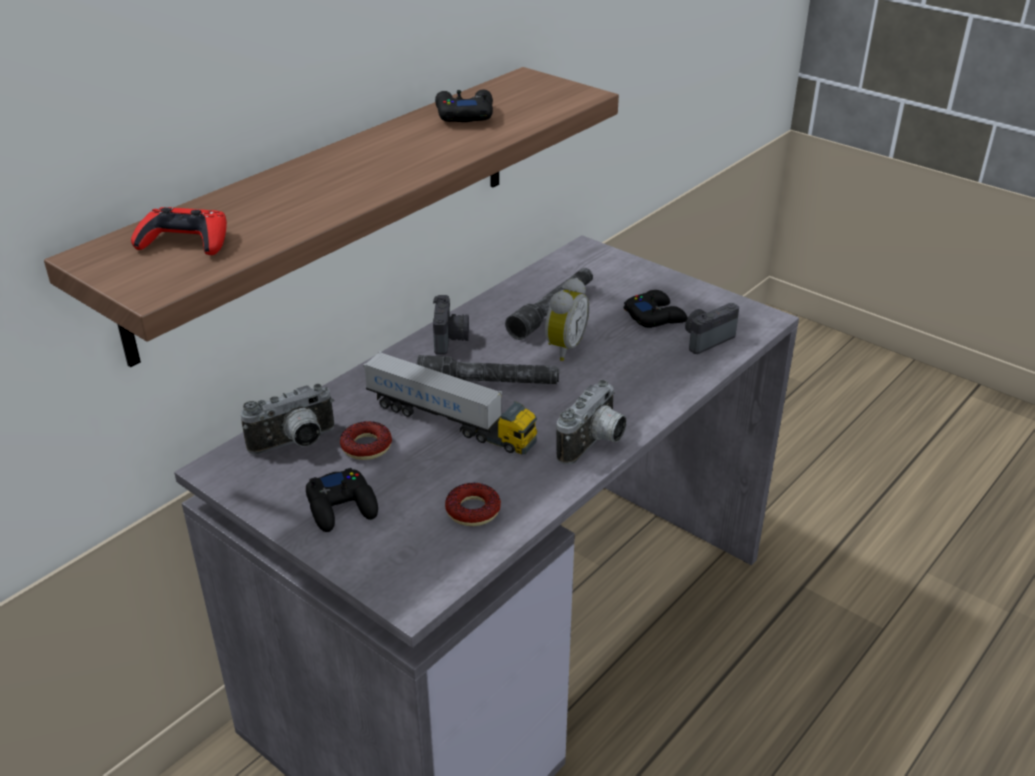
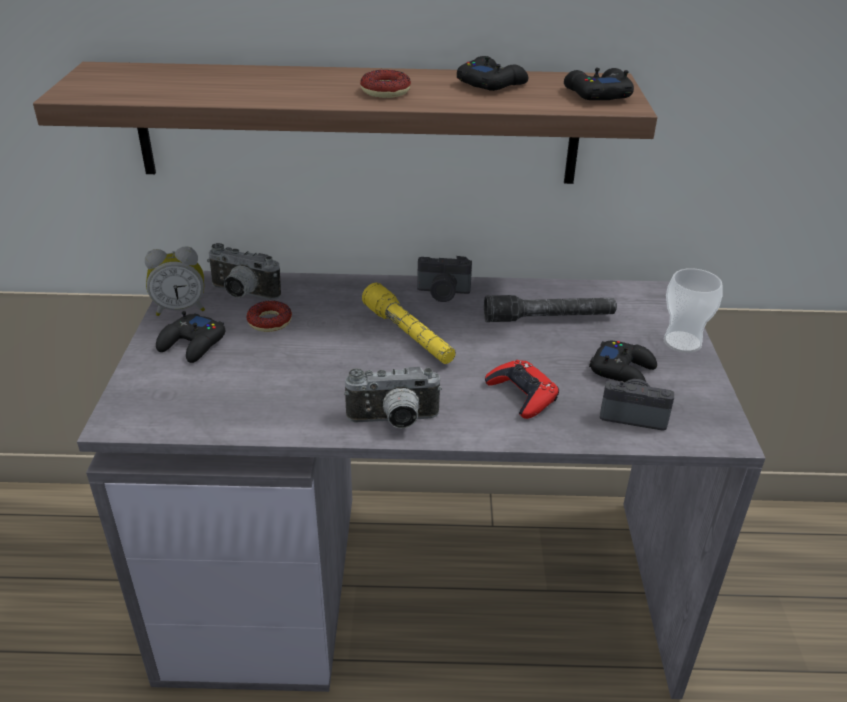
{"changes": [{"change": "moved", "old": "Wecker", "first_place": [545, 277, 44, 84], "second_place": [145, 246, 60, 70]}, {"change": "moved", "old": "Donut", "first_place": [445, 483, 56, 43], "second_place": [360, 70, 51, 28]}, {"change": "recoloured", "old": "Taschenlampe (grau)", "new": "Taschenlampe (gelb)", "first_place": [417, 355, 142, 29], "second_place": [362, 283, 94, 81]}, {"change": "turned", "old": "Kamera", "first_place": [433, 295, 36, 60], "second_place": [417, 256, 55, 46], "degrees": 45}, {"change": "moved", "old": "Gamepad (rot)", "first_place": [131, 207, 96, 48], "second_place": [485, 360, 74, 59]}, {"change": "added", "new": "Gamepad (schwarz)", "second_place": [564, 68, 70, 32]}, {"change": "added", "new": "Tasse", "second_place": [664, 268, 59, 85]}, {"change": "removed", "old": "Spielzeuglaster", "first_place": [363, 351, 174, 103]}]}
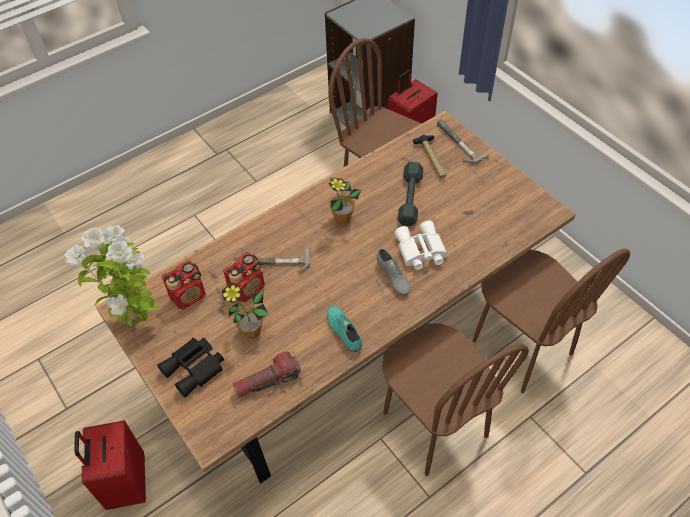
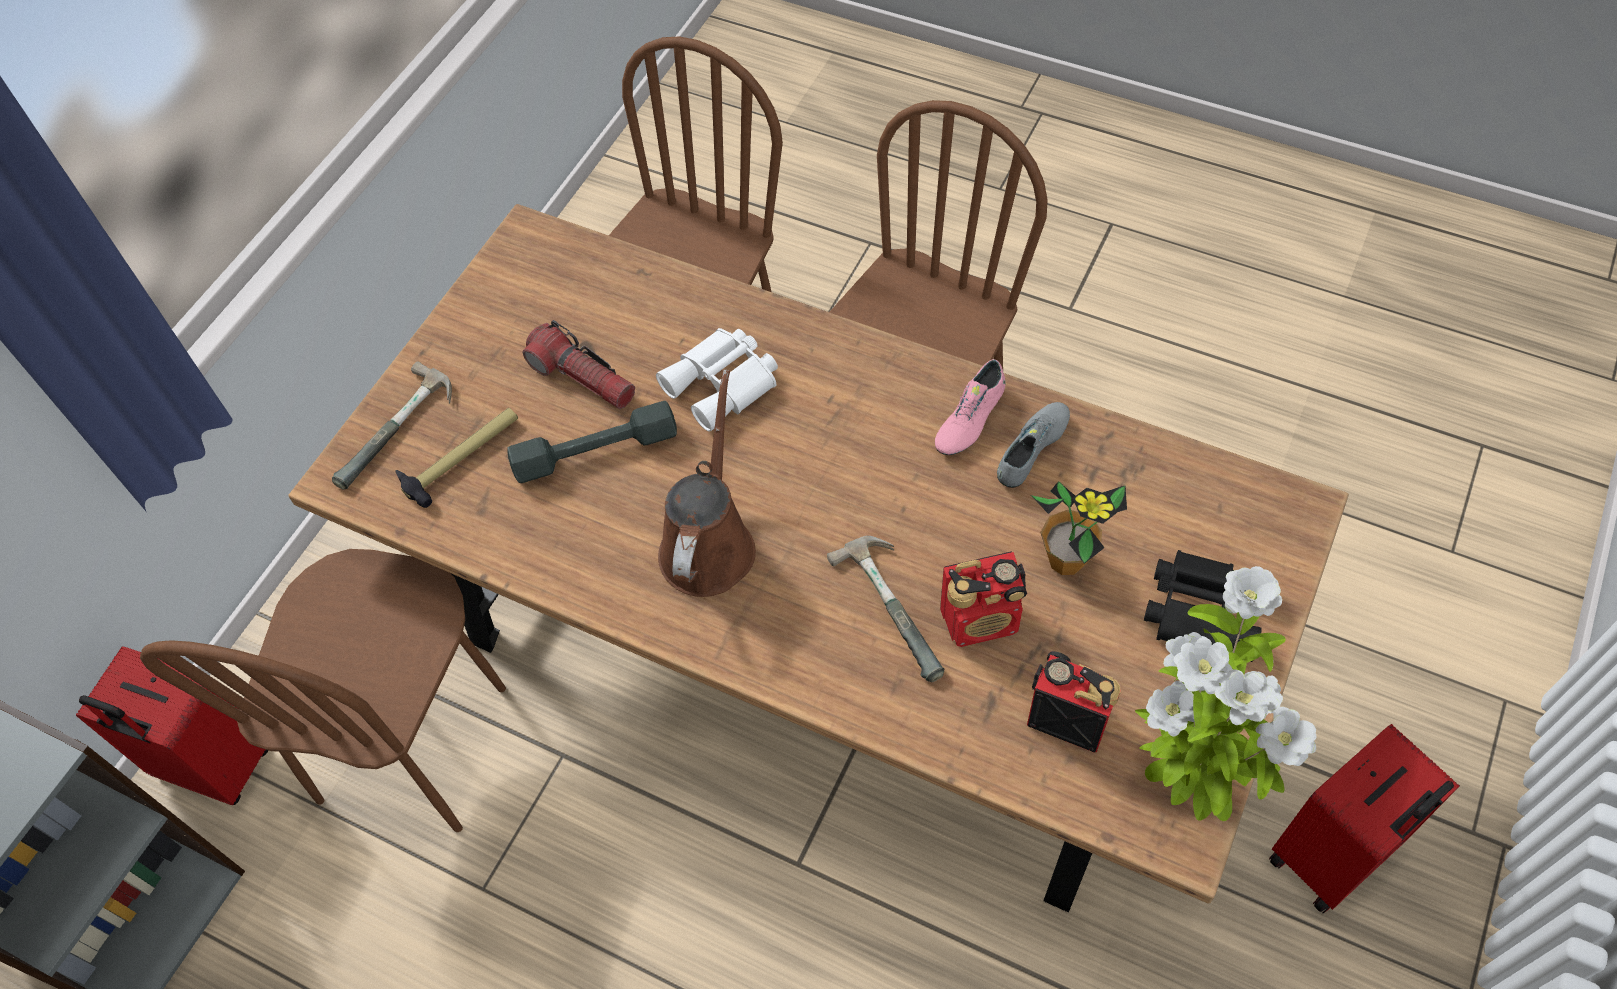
{"changes": [{"change": "moved", "old": "Taschenlampe", "first_place": [232, 352, 69, 46], "second_place": [523, 320, 112, 89]}, {"change": "replaced", "old": "Topfpflanze", "new": "Gießkanne (braun)", "first_place": [329, 176, 32, 48], "second_place": [658, 370, 98, 227]}, {"change": "recoloured", "old": "Schuh (türkis)", "new": "Schuh (rosa)", "first_place": [327, 306, 35, 46], "second_place": [935, 359, 71, 96]}, {"change": "turned", "old": "Radio", "first_place": [223, 252, 42, 50], "second_place": [940, 551, 87, 96], "degrees": 150}, {"change": "moved", "old": "Schuh (grau)", "first_place": [377, 249, 33, 46], "second_place": [997, 402, 73, 86]}]}
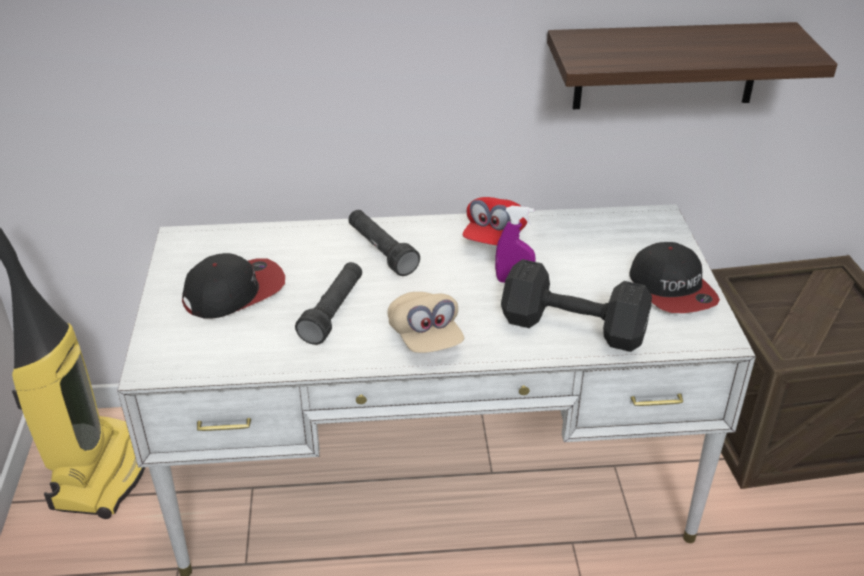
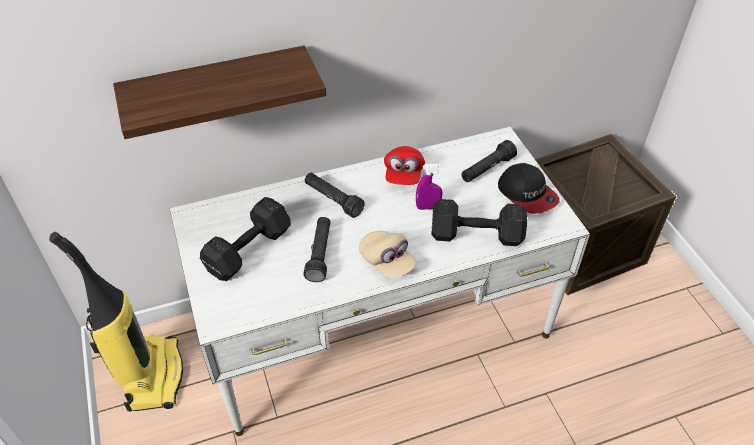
{"changes": [{"change": "moved", "old": "Wandregal", "first_place": [547, 22, 290, 87], "second_place": [113, 46, 213, 93]}, {"change": "replaced", "old": "Kappe", "new": "Hantel (schwarz)", "first_place": [182, 253, 103, 66], "second_place": [200, 197, 91, 84]}, {"change": "added", "new": "Taschenlampe (schwarz)", "second_place": [461, 140, 56, 42]}]}
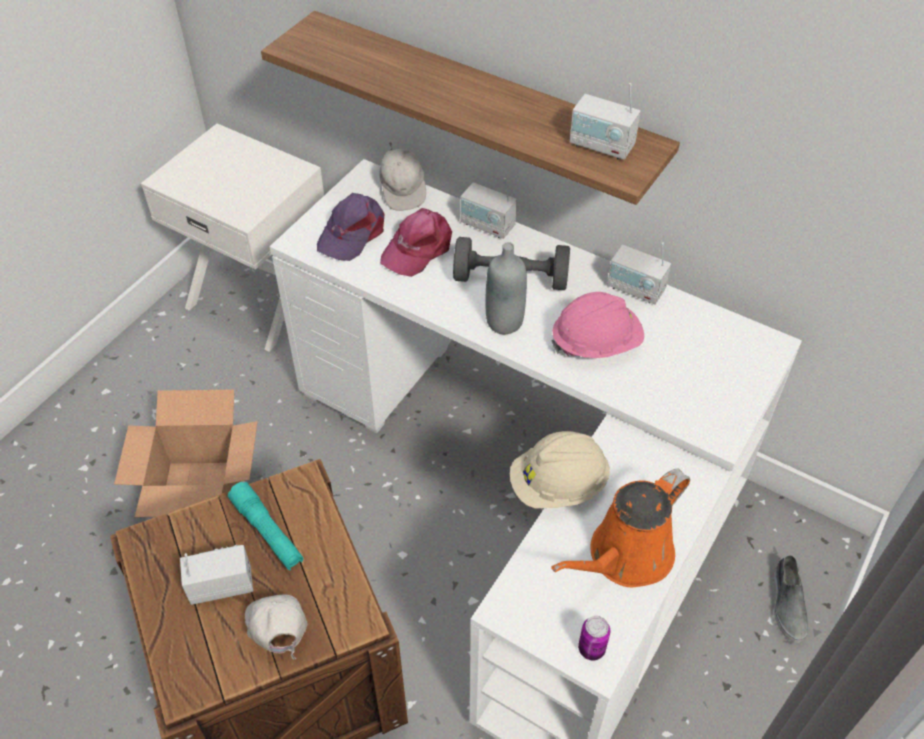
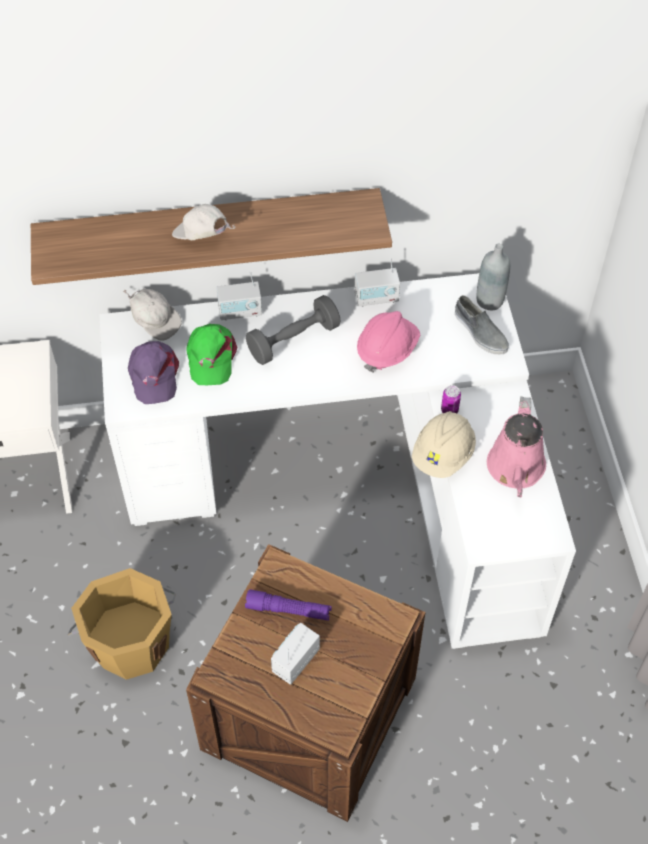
{"changes": [{"change": "replaced", "old": "Karton", "new": "Eimer (orange)", "first_place": [114, 390, 144, 127], "second_place": [68, 568, 108, 112]}, {"change": "moved", "old": "Kappe (weiß)", "first_place": [245, 595, 62, 65], "second_place": [172, 204, 64, 36]}, {"change": "recoloured", "old": "Kappe (rosa)", "new": "Kappe (grün)", "first_place": [380, 208, 72, 69], "second_place": [186, 324, 52, 61]}, {"change": "recoloured", "old": "Taschenlampe (türkis)", "new": "Taschenlampe (lila)", "first_place": [228, 482, 76, 88], "second_place": [245, 589, 87, 32]}, {"change": "moved", "old": "Dose", "first_place": [578, 616, 32, 44], "second_place": [441, 385, 20, 28]}, {"change": "moved", "old": "Schuh (grau)", "first_place": [774, 555, 34, 88], "second_place": [455, 295, 54, 59]}, {"change": "moved", "old": "Flasche (grau)", "first_place": [486, 242, 41, 92], "second_place": [476, 244, 34, 66]}, {"change": "recoloured", "old": "Gießkanne (orange)", "new": "Gießkanne (rosa)", "first_place": [551, 469, 139, 119], "second_place": [487, 397, 59, 100]}, {"change": "removed", "old": "Radio", "first_place": [570, 83, 71, 76]}]}
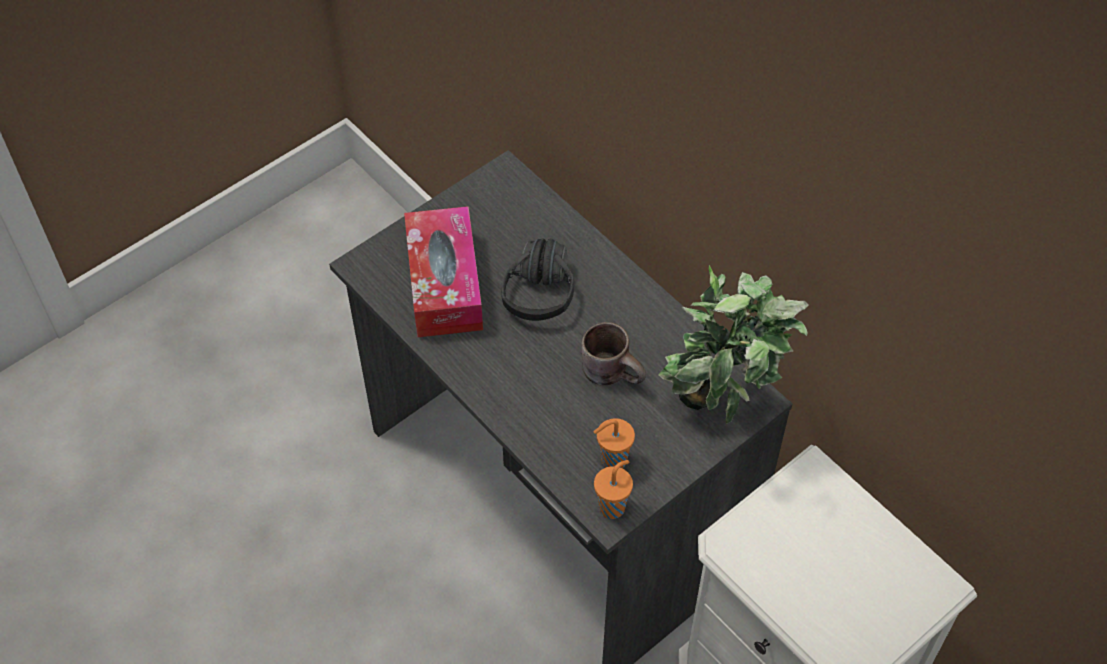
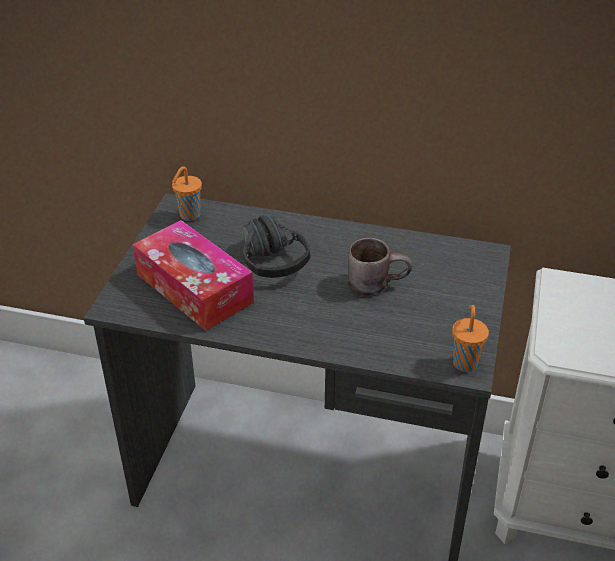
{"changes": [{"change": "moved", "old": "Tasse (orange)", "first_place": [594, 418, 41, 50], "second_place": [172, 166, 30, 55]}, {"change": "removed", "old": "Topfpflanze", "first_place": [658, 265, 150, 159]}]}
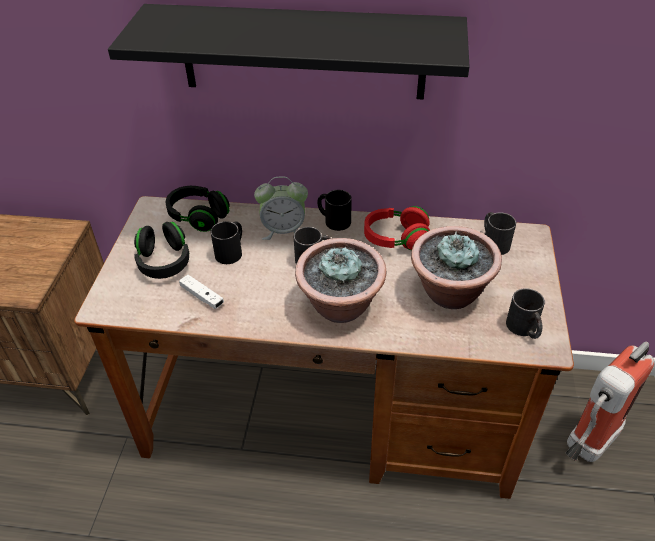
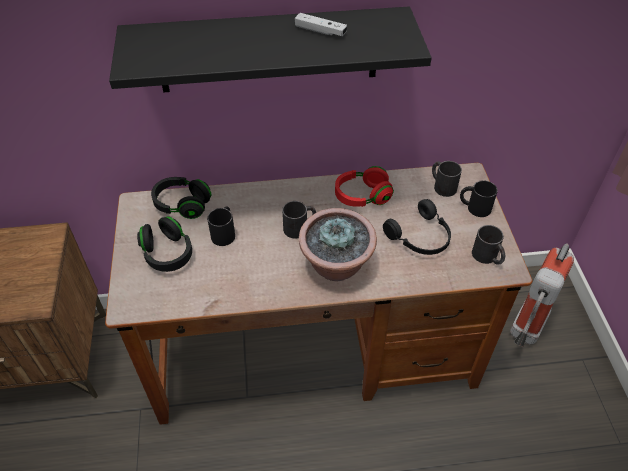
{"changes": [{"change": "moved", "old": "Gamepad (weiß)", "first_place": [179, 275, 45, 34], "second_place": [295, 13, 52, 23]}, {"change": "replaced", "old": "Topfpflanze", "new": "Kopfhörer (schwarz)", "first_place": [411, 226, 91, 83], "second_place": [383, 199, 68, 56]}, {"change": "moved", "old": "Henkelbecher (schwarz)", "first_place": [317, 190, 35, 41], "second_place": [460, 180, 38, 37]}, {"change": "removed", "old": "Wecker", "first_place": [254, 176, 54, 64]}]}
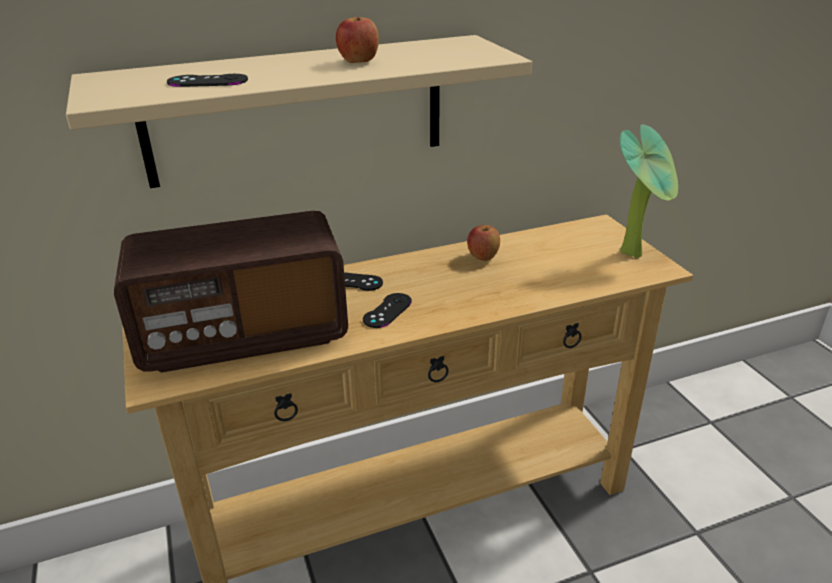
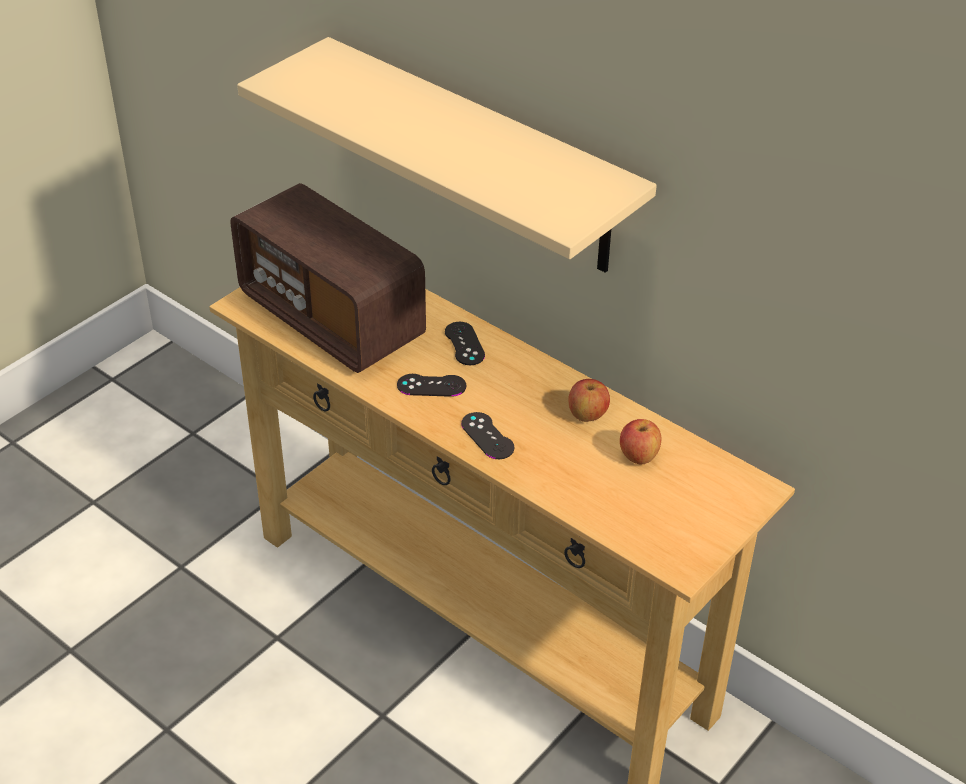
{"changes": [{"change": "moved", "old": "Gamepad (schwarz)", "first_place": [167, 74, 81, 13], "second_place": [461, 412, 54, 47]}, {"change": "moved", "old": "Apfel", "first_place": [336, 17, 43, 46], "second_place": [620, 419, 42, 45]}, {"change": "removed", "old": "Topfpflanze", "first_place": [620, 124, 58, 134]}]}
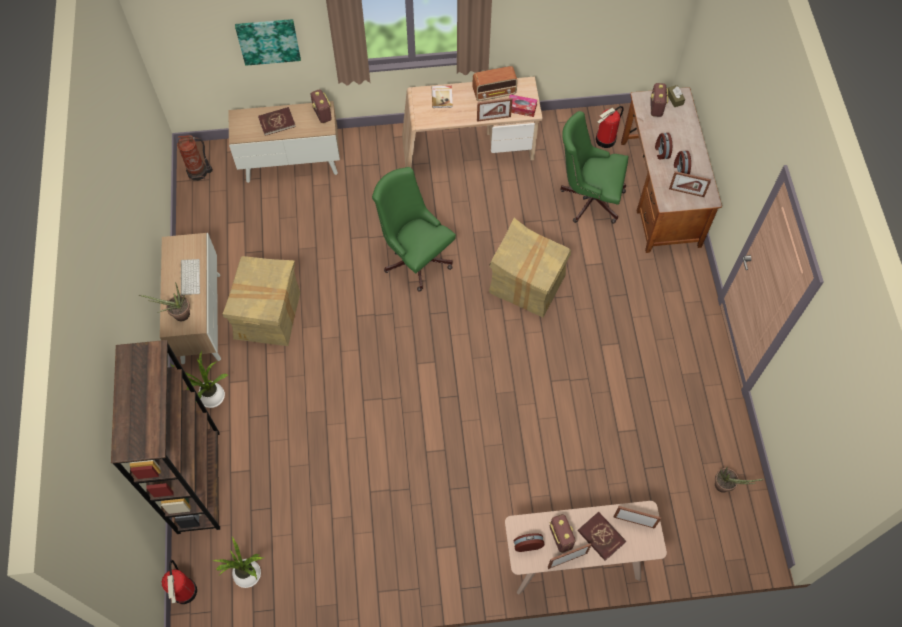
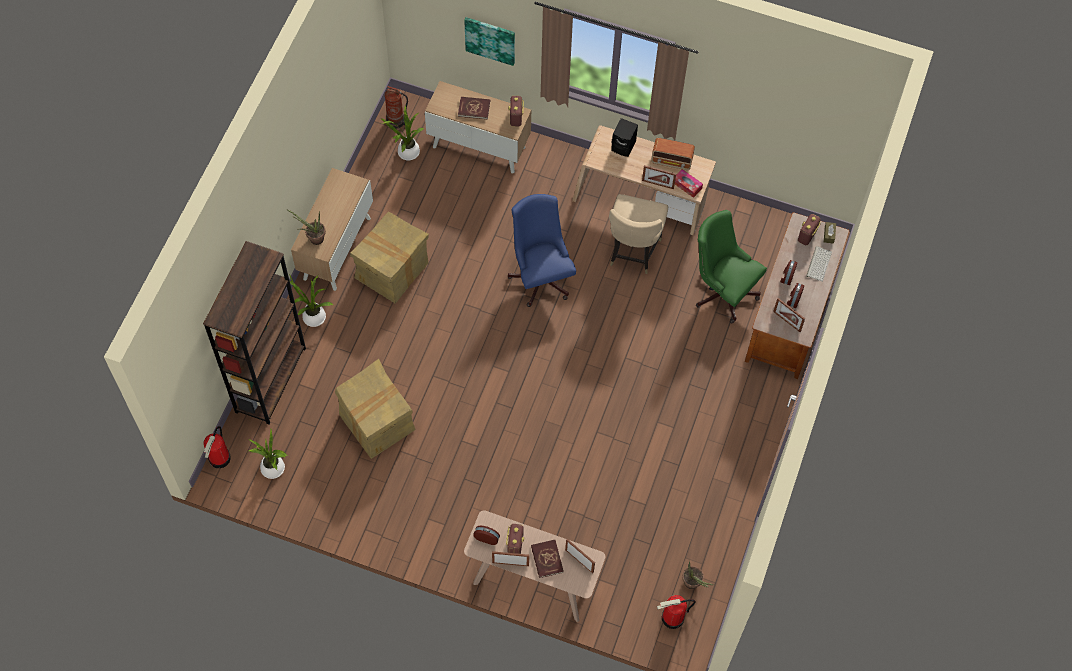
{"changes": [{"change": "moved", "old": "Karton", "first_place": [489, 218, 82, 99], "second_place": [335, 359, 81, 100]}, {"change": "added", "new": "Topfpflanze", "second_place": [381, 105, 42, 55]}, {"change": "recoloured", "old": "Bürostuhl (grün)", "new": "Bürostuhl (blau)", "first_place": [372, 167, 84, 125], "second_place": [507, 194, 69, 113]}, {"change": "added", "new": "Stuhl (beige)", "second_place": [609, 194, 59, 80]}, {"change": "replaced", "old": "Buch", "new": "Lautsprecher (schwarz)", "first_place": [432, 86, 21, 22], "second_place": [611, 118, 27, 39]}, {"change": "moved", "old": "Feuerlöscher", "first_place": [596, 106, 28, 42], "second_place": [657, 595, 38, 34]}, {"change": "moved", "old": "Tastatur", "first_place": [181, 259, 19, 37], "second_place": [806, 246, 26, 36]}]}
